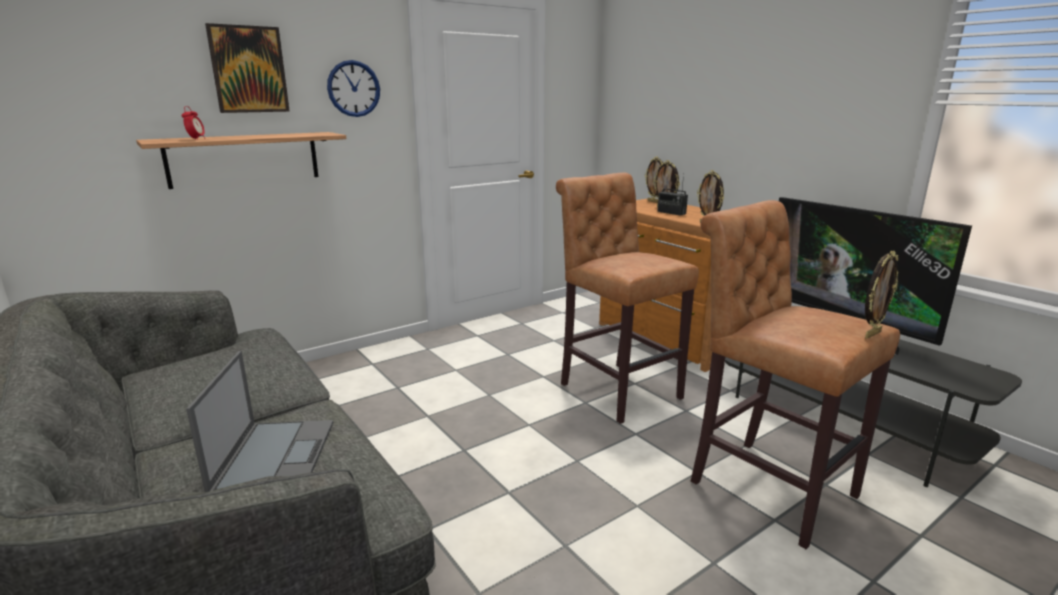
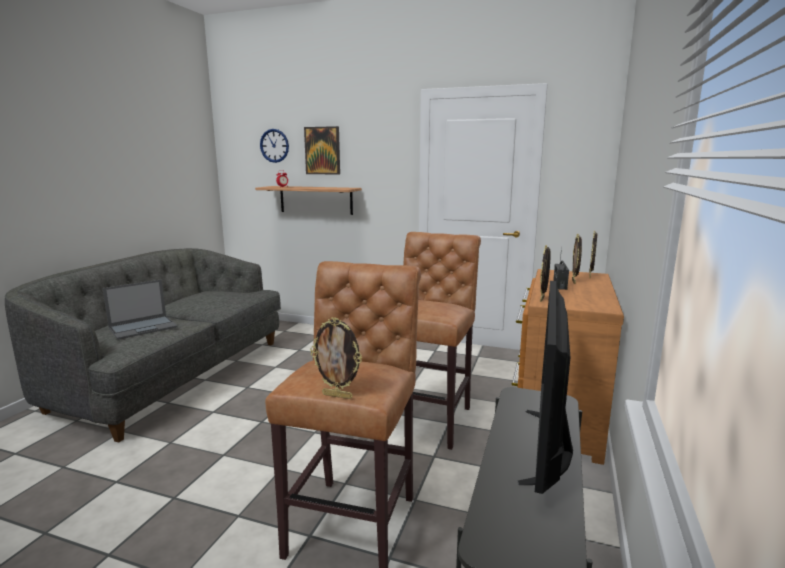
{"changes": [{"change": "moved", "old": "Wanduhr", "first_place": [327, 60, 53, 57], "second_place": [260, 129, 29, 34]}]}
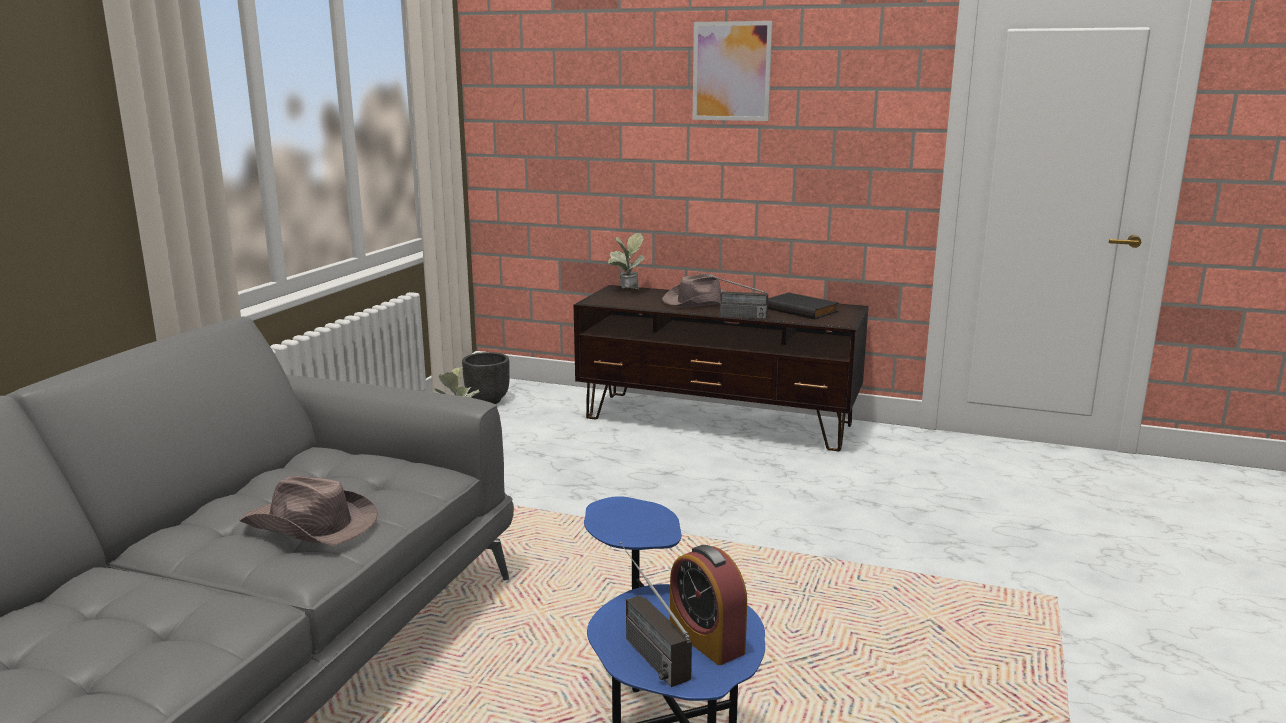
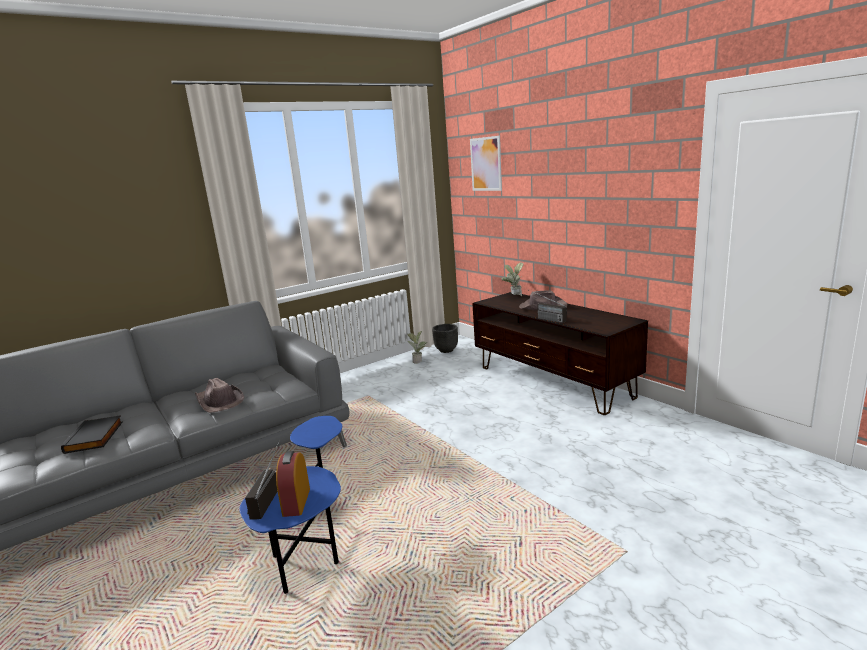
{"changes": [{"change": "moved", "old": "Buch (schwarz)", "first_place": [768, 292, 71, 27], "second_place": [61, 415, 62, 39]}, {"change": "moved", "old": "Bild", "first_place": [693, 21, 80, 100], "second_place": [470, 136, 32, 55]}]}
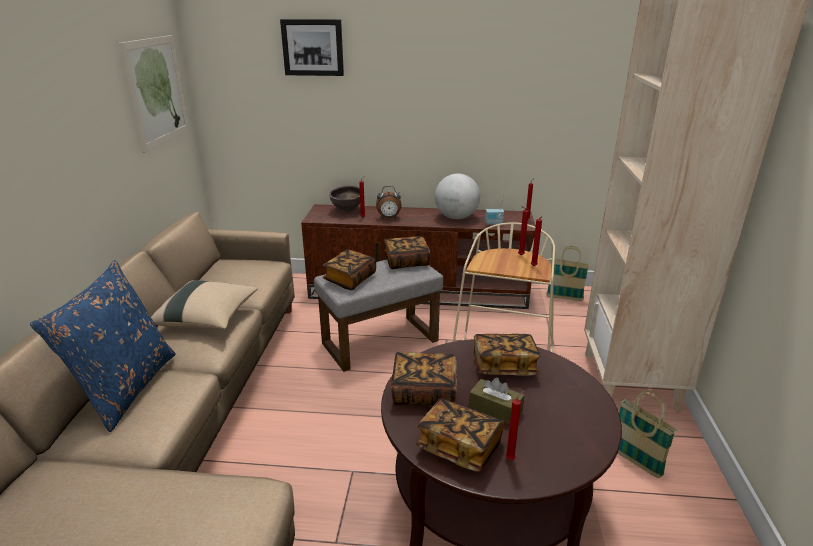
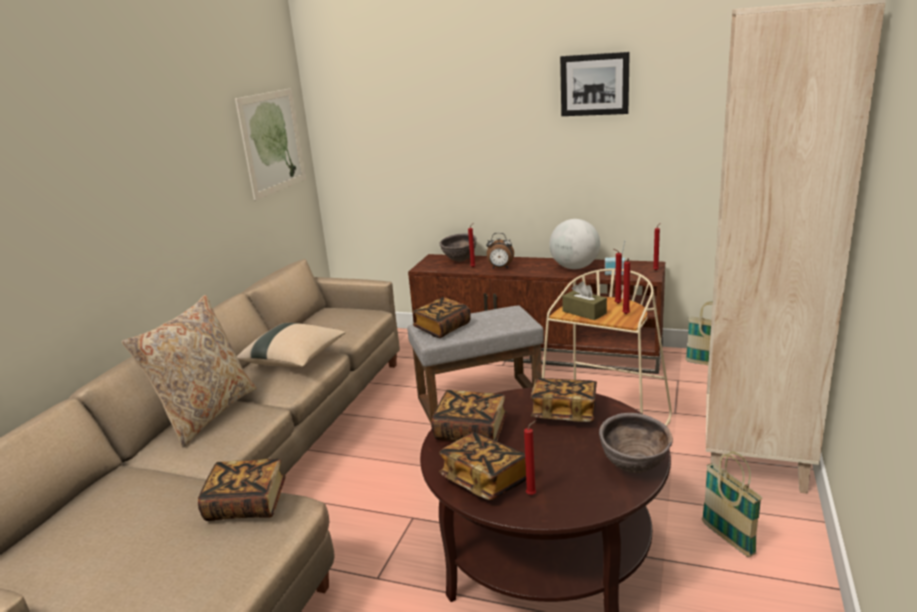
{"changes": [{"change": "recoloured", "old": "Kissen (blau)", "new": "Kissen (beige)", "first_place": [30, 260, 146, 172], "second_place": [122, 295, 135, 152]}, {"change": "moved", "old": "Buch", "first_place": [384, 236, 46, 33], "second_place": [198, 459, 88, 62]}, {"change": "moved", "old": "Bild", "first_place": [280, 19, 64, 57], "second_place": [560, 52, 70, 64]}, {"change": "moved", "old": "Taschentuchbox (braun)", "first_place": [469, 378, 56, 47], "second_place": [562, 281, 45, 39]}, {"change": "added", "new": "Schüssel (braun)", "second_place": [599, 413, 74, 60]}]}
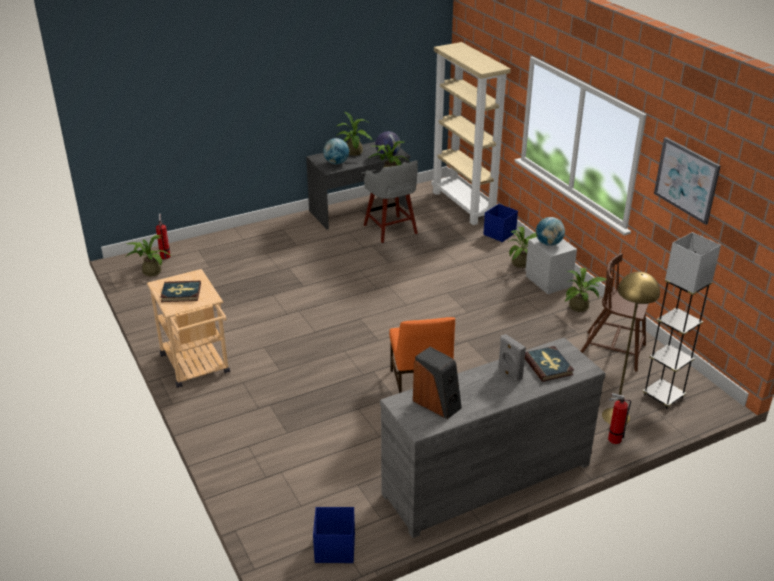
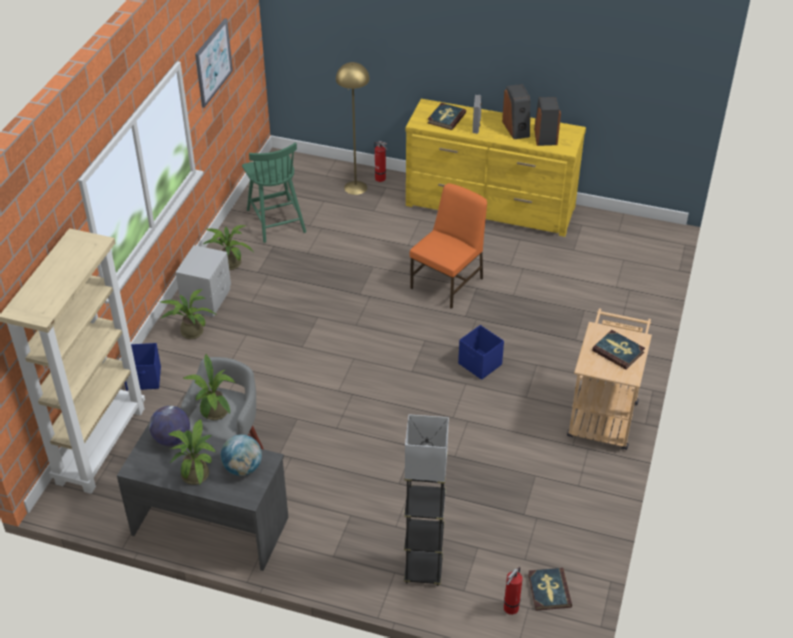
{"changes": [{"change": "recoloured", "old": "Stuhl (braun)", "new": "Stuhl (grün)", "first_place": [581, 253, 68, 119], "second_place": [242, 143, 64, 100]}, {"change": "moved", "old": "Stehlampe (grau)", "first_place": [642, 232, 79, 177], "second_place": [404, 414, 45, 172]}, {"change": "recoloured", "old": "Kommode (grau)", "new": "Kommode (gelb)", "first_place": [380, 337, 226, 201], "second_place": [406, 99, 180, 138]}, {"change": "moved", "old": "Aufbewahrungsbox (blau)", "first_place": [313, 507, 42, 56], "second_place": [458, 325, 46, 55]}, {"change": "added", "new": "Lautsprecher", "second_place": [502, 84, 29, 55]}, {"change": "replaced", "old": "Topfpflanze", "new": "Buch", "first_place": [125, 235, 46, 41], "second_place": [528, 568, 44, 43]}, {"change": "removed", "old": "Globus", "first_place": [536, 217, 29, 29]}]}
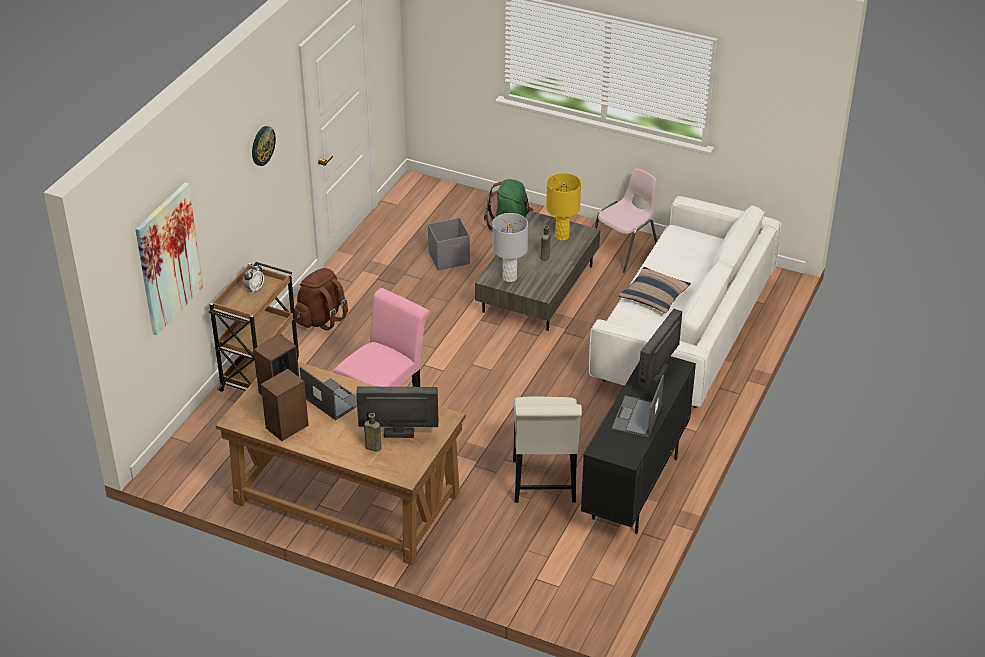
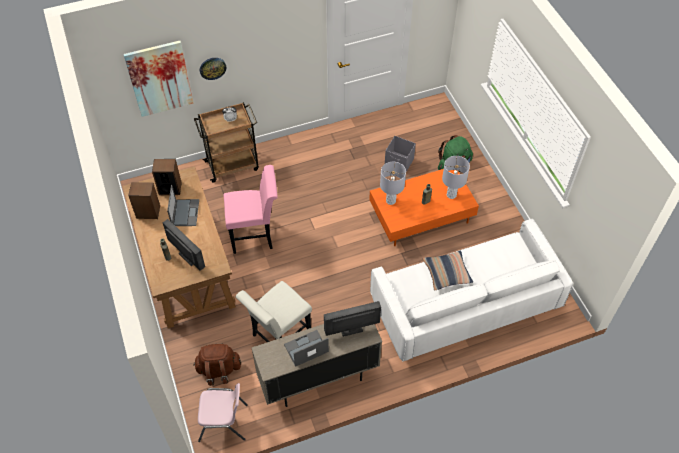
{"changes": [{"change": "moved", "old": "Rucksack (braun)", "first_place": [295, 268, 53, 62], "second_place": [193, 344, 48, 42]}, {"change": "moved", "old": "Stuhl (rosa)", "first_place": [595, 168, 62, 105], "second_place": [198, 383, 50, 59]}, {"change": "moved", "old": "Wanduhr", "first_place": [252, 126, 24, 40], "second_place": [200, 58, 26, 22]}, {"change": "recoloured", "old": "Schrank (schwarz)", "new": "Schrank (beige)", "first_place": [581, 356, 115, 178], "second_place": [251, 324, 131, 83]}, {"change": "recoloured", "old": "Couchtisch (grau)", "new": "Couchtisch (orange)", "first_place": [475, 211, 125, 120], "second_place": [369, 169, 110, 77]}, {"change": "recoloured", "old": "Tischlampe (gelb)", "new": "Tischlampe (grau)", "first_place": [546, 173, 35, 68], "second_place": [442, 156, 28, 43]}]}
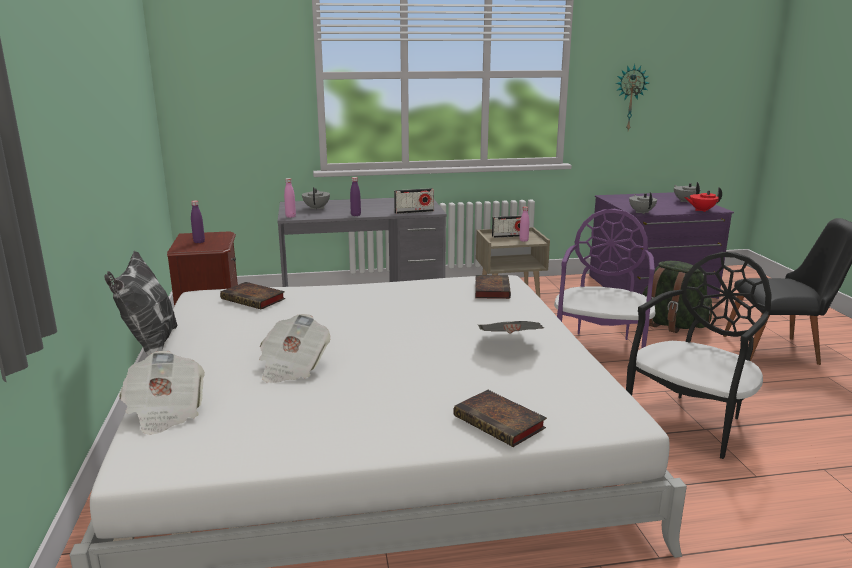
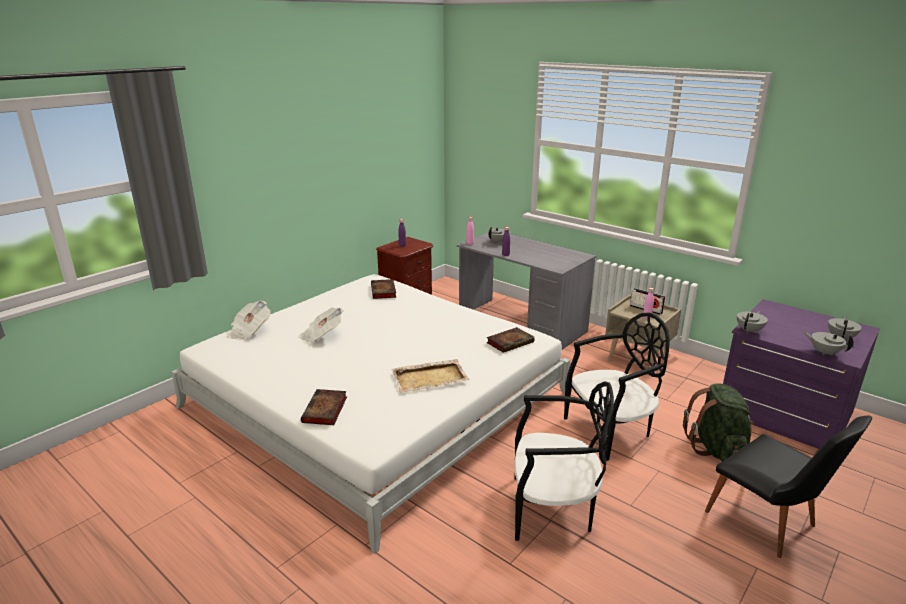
{"changes": [{"change": "replaced", "old": "Zeitung", "new": "Tablett (beige)", "first_place": [479, 321, 65, 13], "second_place": [392, 359, 77, 34]}, {"change": "recoloured", "old": "Stuhl (lila)", "new": "Stuhl (schwarz)", "first_place": [554, 209, 102, 140], "second_place": [564, 312, 106, 149]}, {"change": "recoloured", "old": "Teekanne (rot)", "new": "Teekanne (grau)", "first_place": [684, 187, 38, 25], "second_place": [803, 331, 51, 25]}, {"change": "removed", "old": "Kissen", "first_place": [104, 251, 74, 104]}, {"change": "removed", "old": "Radio", "first_place": [394, 188, 40, 26]}, {"change": "removed", "old": "Wanduhr", "first_place": [616, 64, 33, 66]}]}
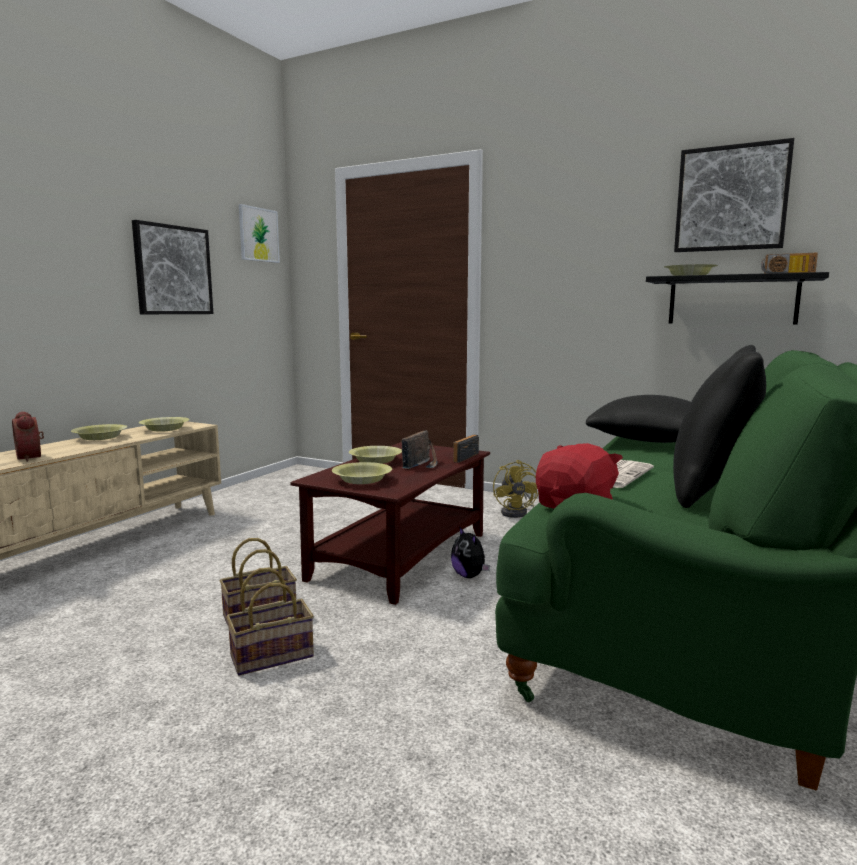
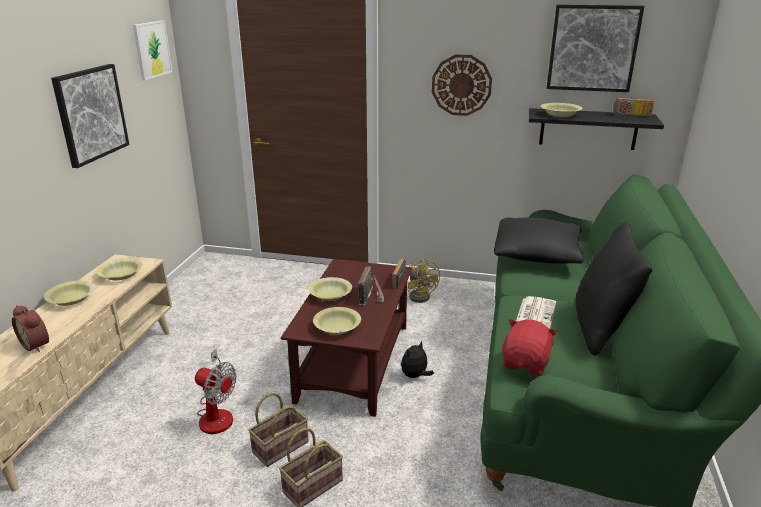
{"changes": [{"change": "added", "new": "Ventilator", "second_place": [195, 349, 42, 85]}, {"change": "turned", "old": "Plüschtier", "first_place": [451, 526, 39, 52], "second_place": [401, 340, 33, 38], "degrees": 90}, {"change": "added", "new": "Wanduhr", "second_place": [432, 54, 60, 62]}]}
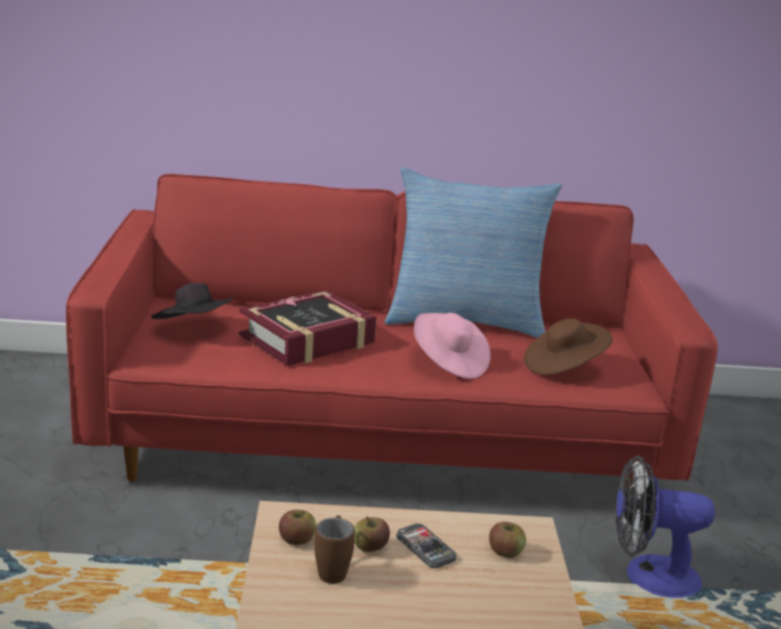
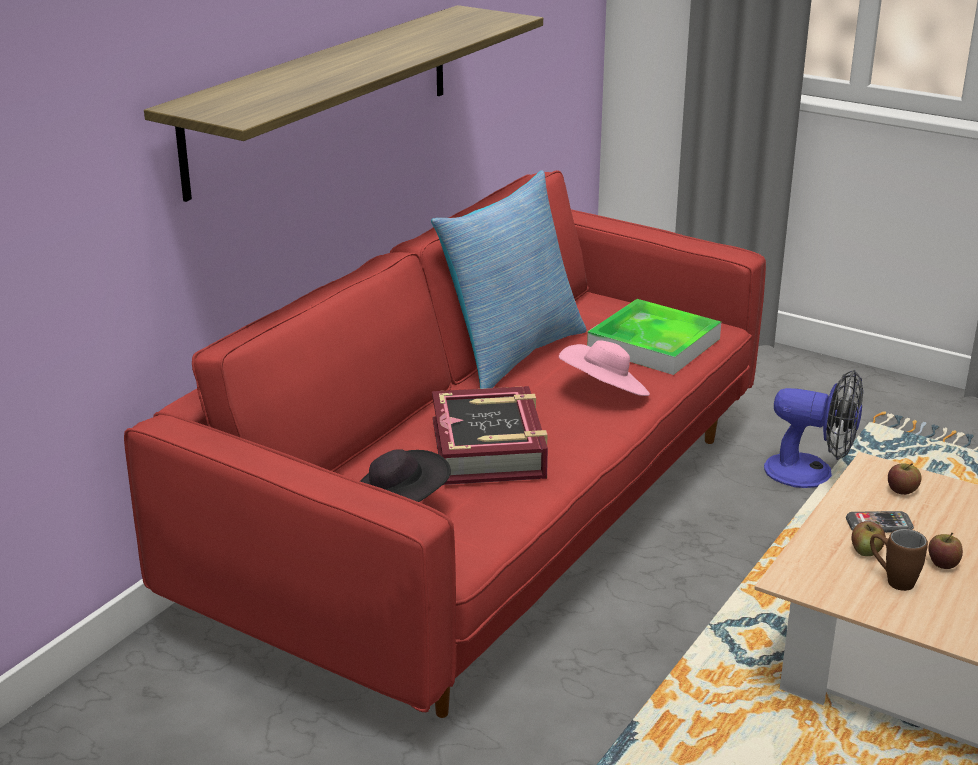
{"changes": [{"change": "added", "new": "Wandregal", "second_place": [144, 5, 399, 197]}, {"change": "replaced", "old": "Hut (braun)", "new": "Tablett", "first_place": [524, 318, 89, 57], "second_place": [587, 299, 134, 76]}, {"change": "turned", "old": "Ventilator", "first_place": [615, 455, 100, 143], "second_place": [764, 370, 99, 118], "degrees": -105}, {"change": "moved", "old": "Apfel", "first_place": [279, 510, 37, 35], "second_place": [928, 533, 35, 36]}]}
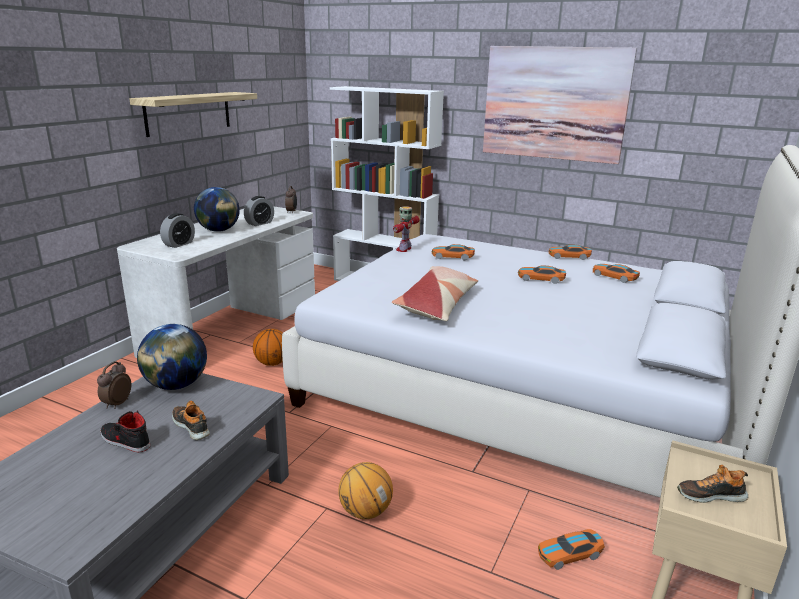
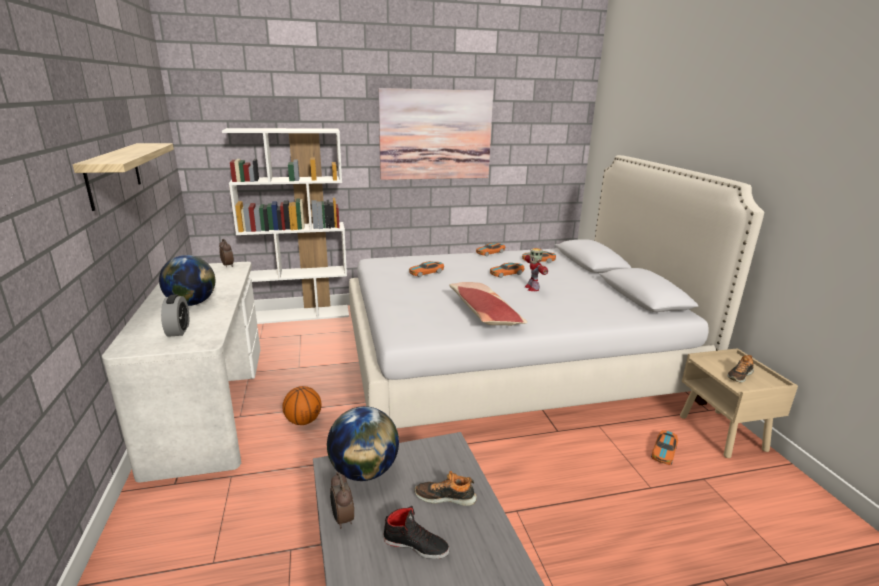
{"changes": [{"change": "turned", "old": "Schuh (schwarz)", "first_place": [100, 410, 50, 43], "second_place": [383, 506, 66, 53], "degrees": -150}, {"change": "moved", "old": "Spielzeugroboter", "first_place": [393, 206, 26, 46], "second_place": [525, 248, 23, 43]}, {"change": "removed", "old": "Wecker", "first_place": [244, 196, 30, 30]}, {"change": "removed", "old": "Basketball", "first_place": [338, 462, 55, 57]}]}
